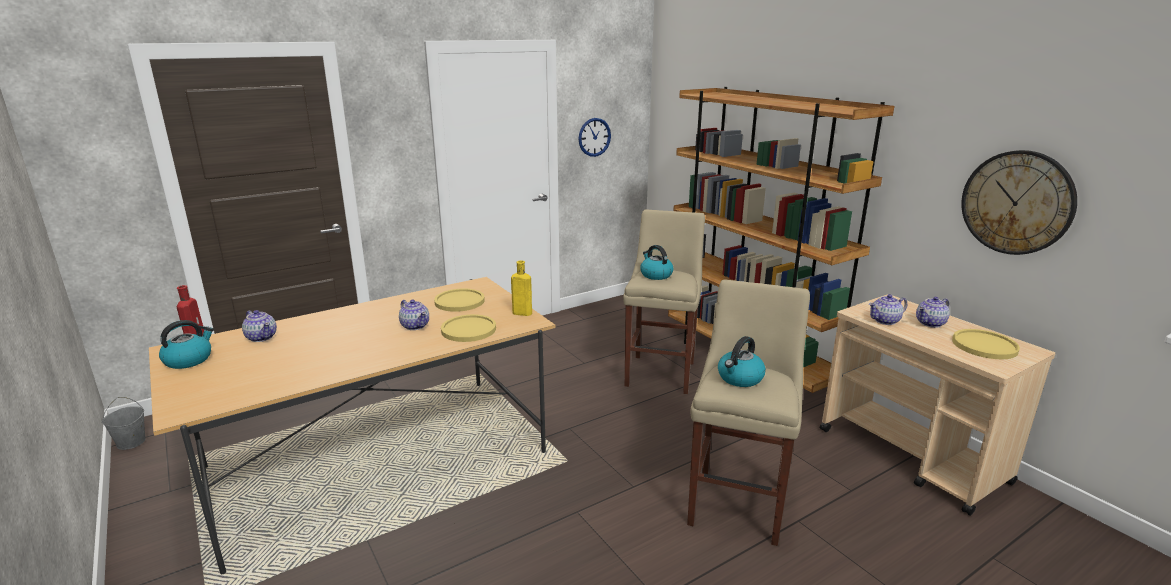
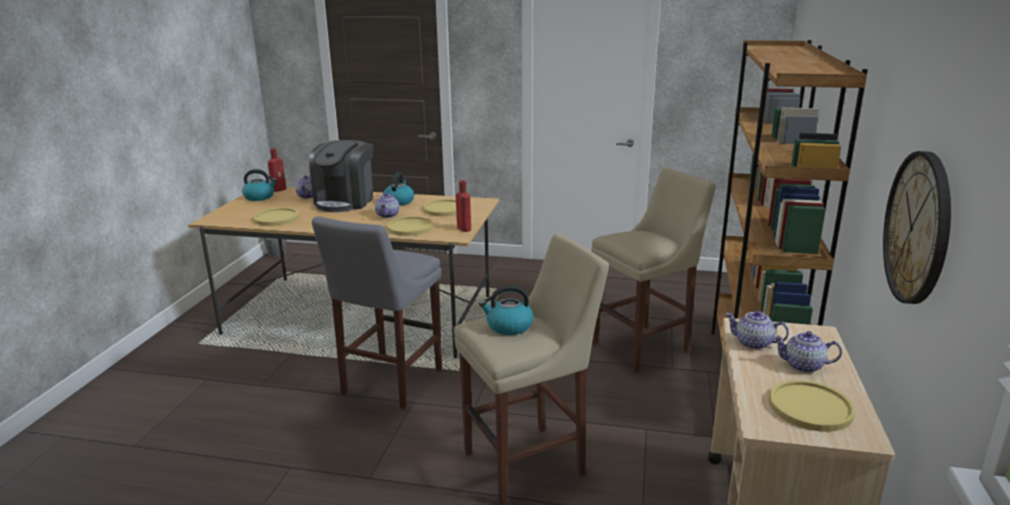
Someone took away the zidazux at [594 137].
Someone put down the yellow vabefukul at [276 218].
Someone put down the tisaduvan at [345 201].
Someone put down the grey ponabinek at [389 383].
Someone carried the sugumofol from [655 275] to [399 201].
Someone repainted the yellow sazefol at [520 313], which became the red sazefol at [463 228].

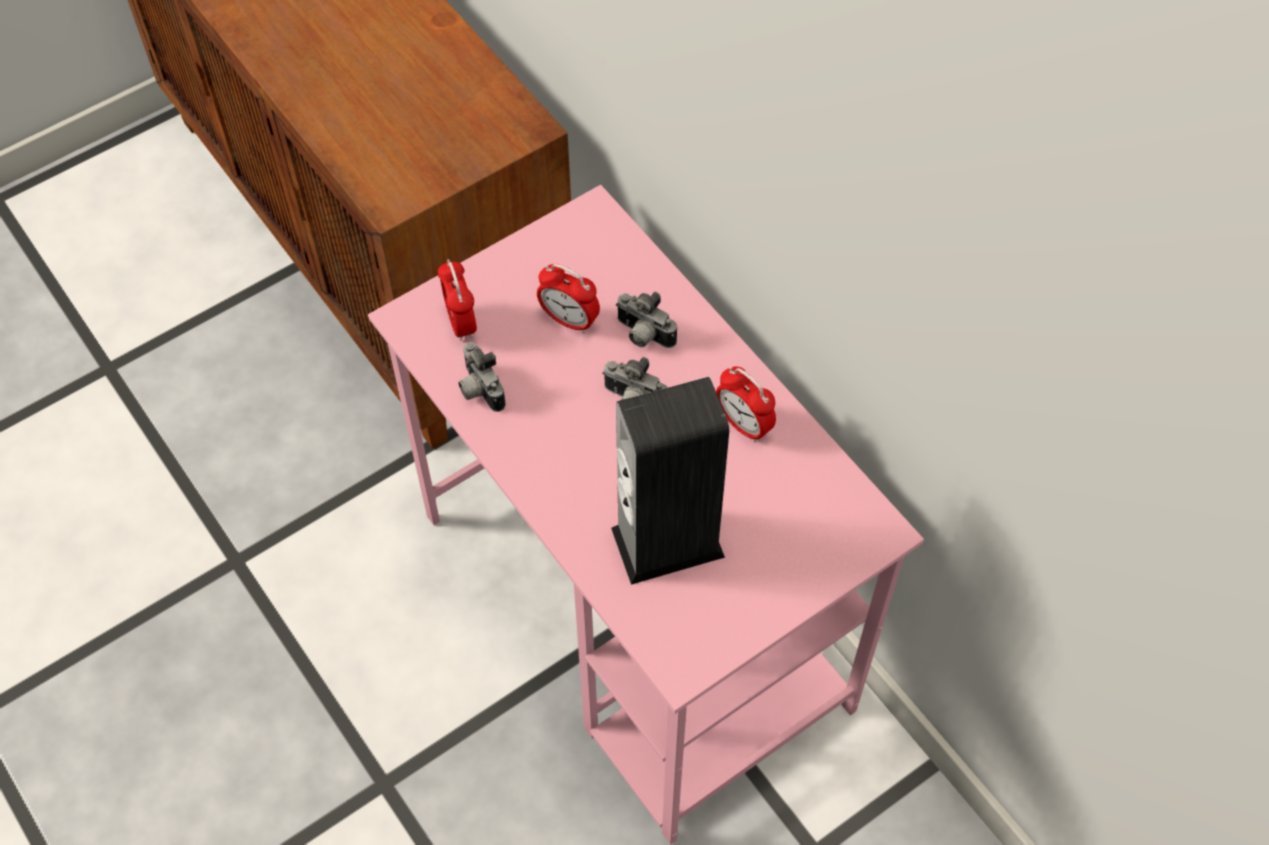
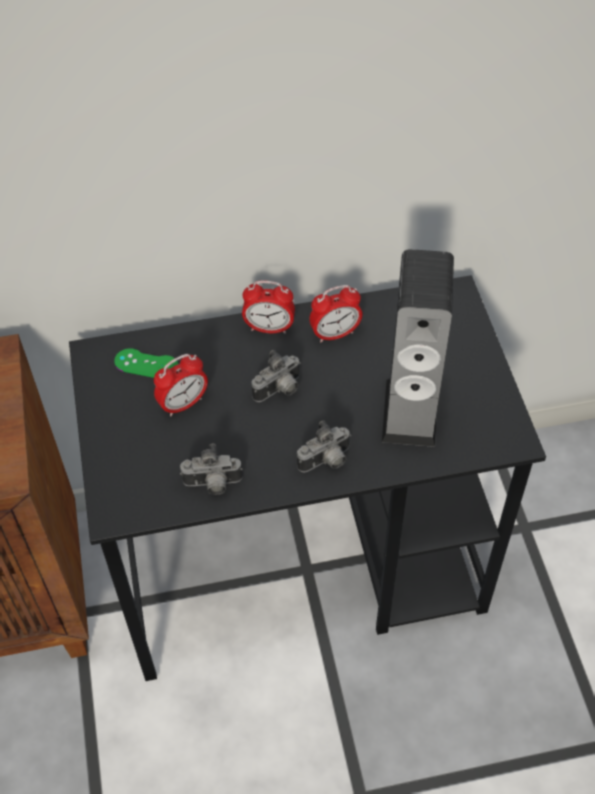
Someone put down the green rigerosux at [146 364].
Someone carried the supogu from [461 323] to [269 328].
Someone carried the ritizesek from [643 335] to [326 462].
Someone repainted the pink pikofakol at [637 613], which became the black pikofakol at [304 564].

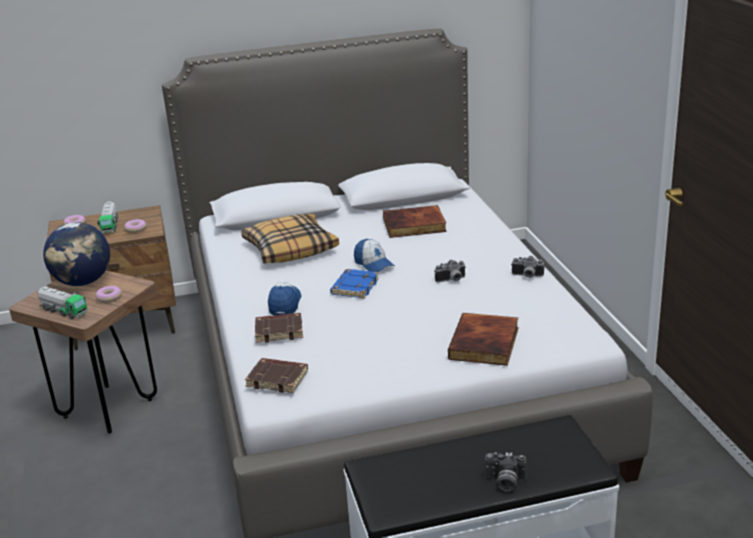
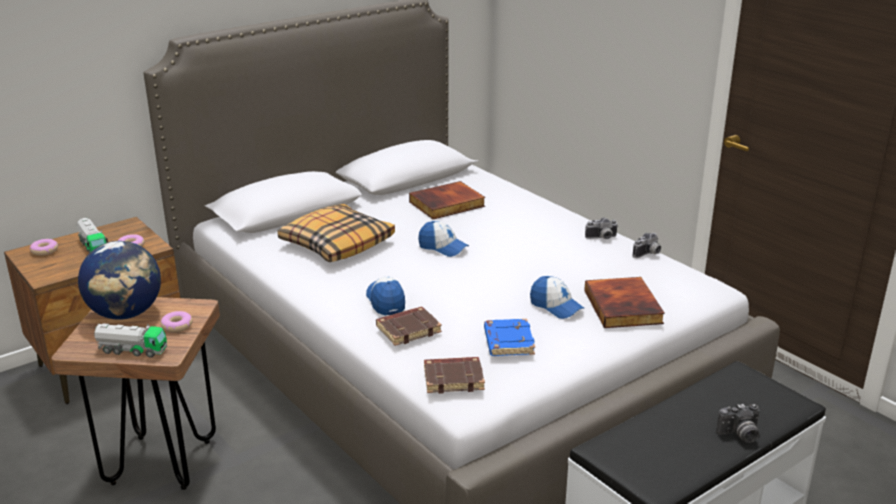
Someone put down the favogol at [556 306].
Someone carried the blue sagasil from [354 287] to [507 341].
Someone carried the ritizesek from [451 280] to [648 254].

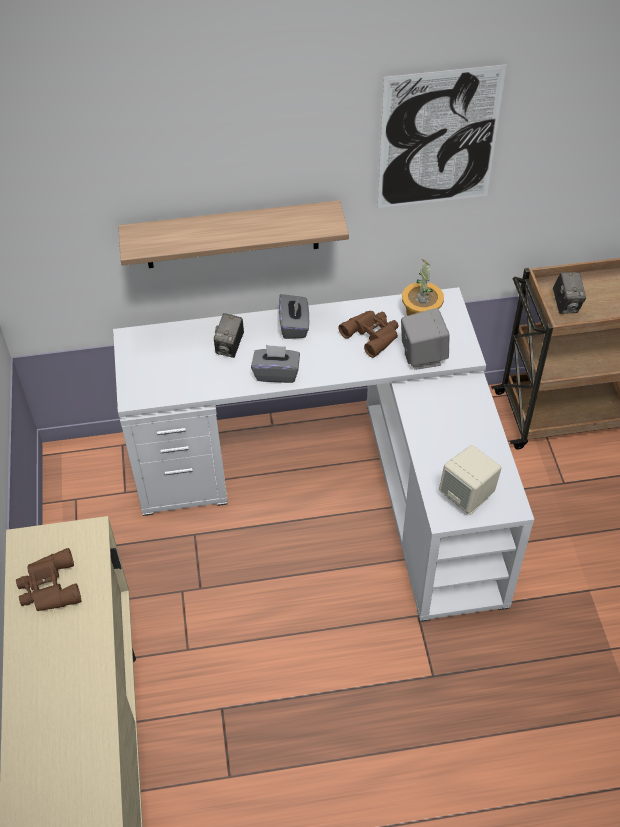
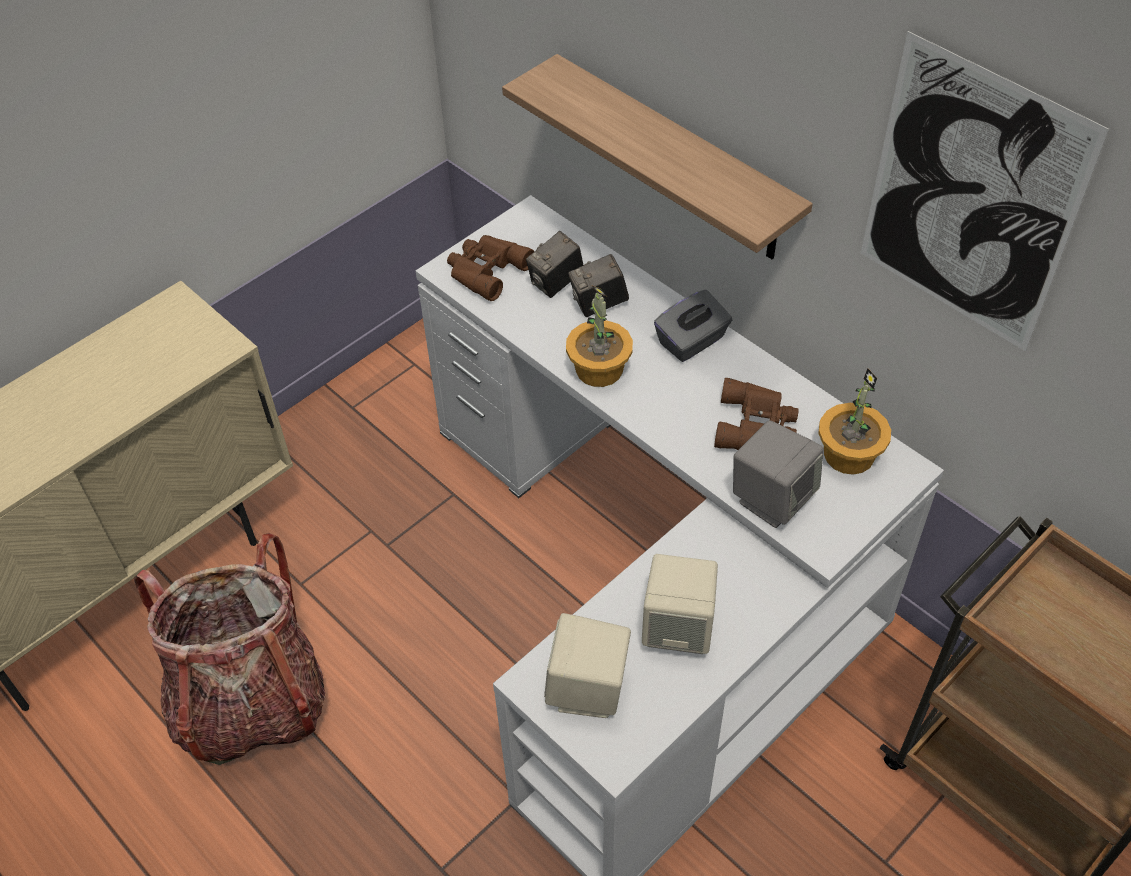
Someone put down the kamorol at [251 702].
Someone put down the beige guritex at [678 628].
Someone carried the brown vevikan from [48 587] to [485 270].
Someone carried the ritizesek from [566 304] to [556 283].
Someone swapped the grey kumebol at [276 373] for the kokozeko at [598 369].

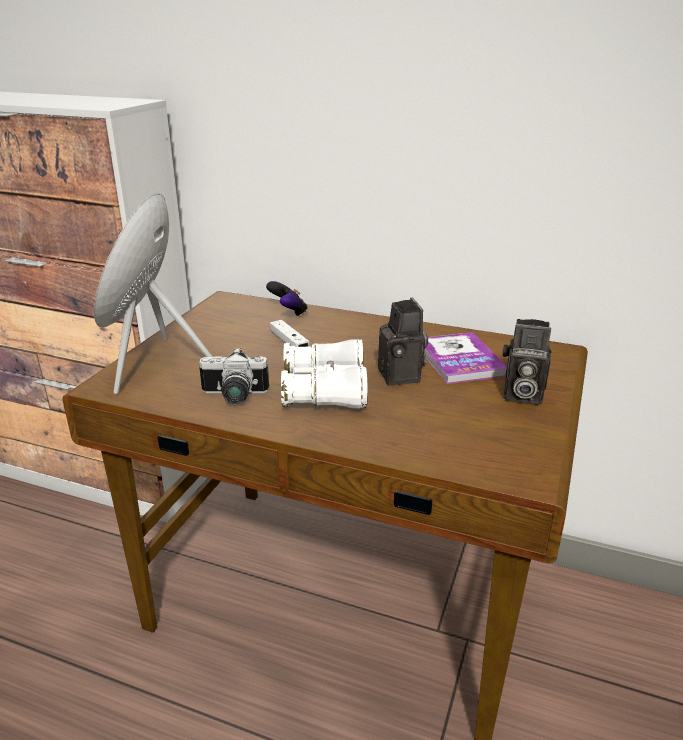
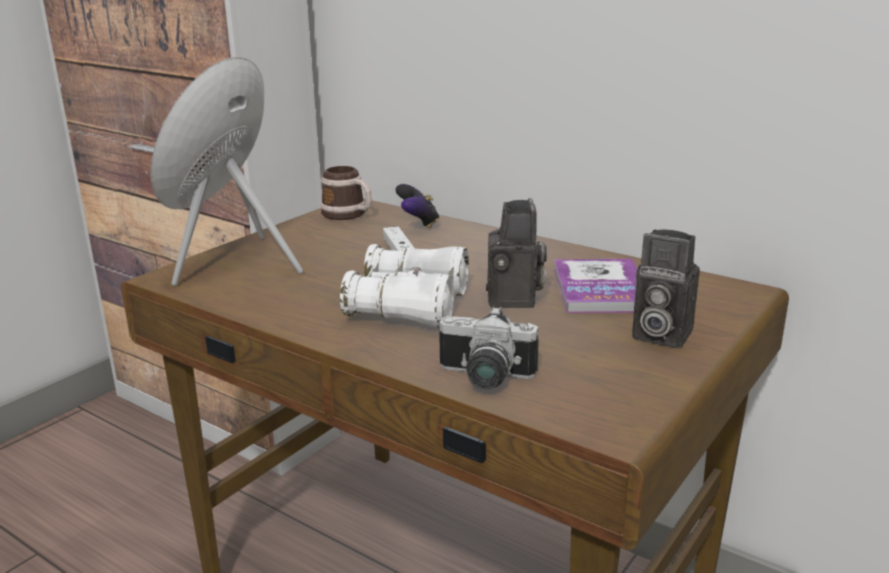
Someone put down the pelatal at [348 215].
Someone carried the ritizesek from [233 396] to [483 378].

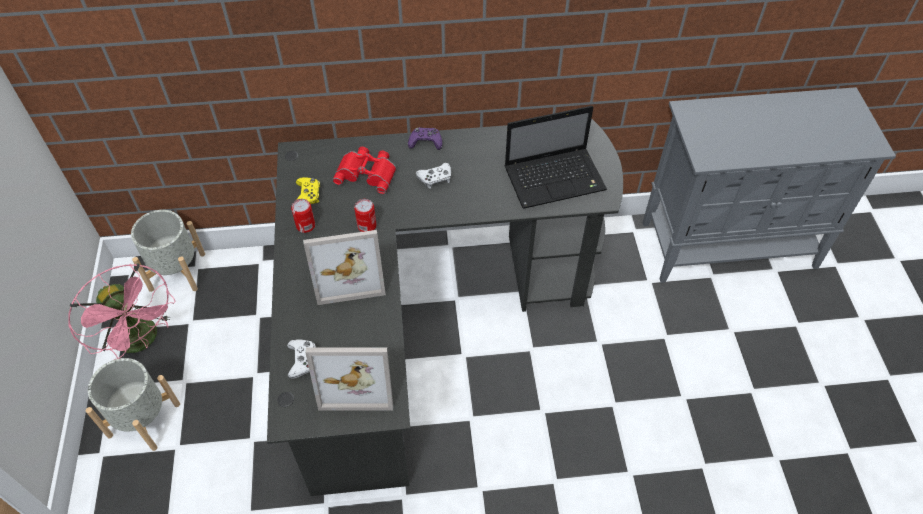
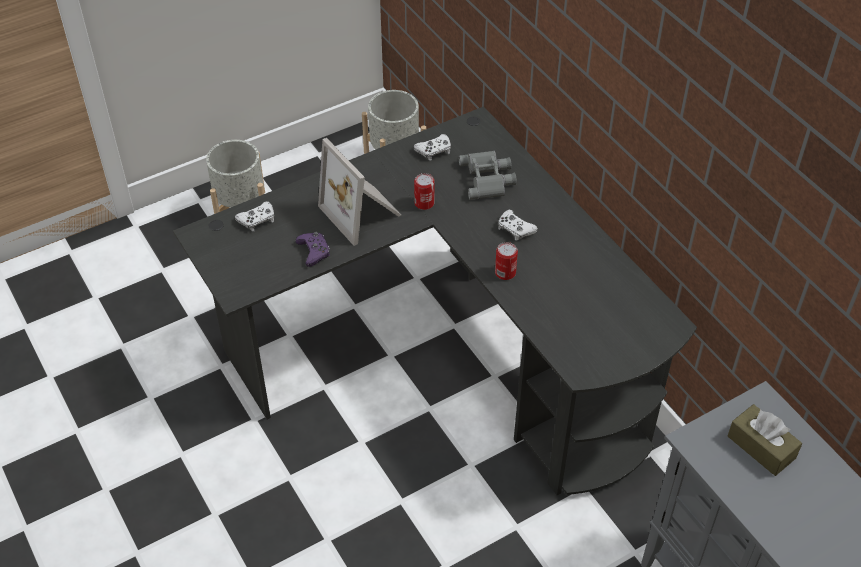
Someone took away the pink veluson at [143 341].
Someone took away the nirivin at [358 378].
Someone took away the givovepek at [556 178].
Someone put down the brown kumebol at [761 447].
Someone carried the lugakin from [305 225] to [505 272].
Someone carried the purple rigerosux from [425 142] to [314 251].
Someone repainted the yellow rigerosux at [308 195], which became the white rigerosux at [434 150].
Someone repainted the red vevikan at [367 172], which became the grey vevikan at [488 178].

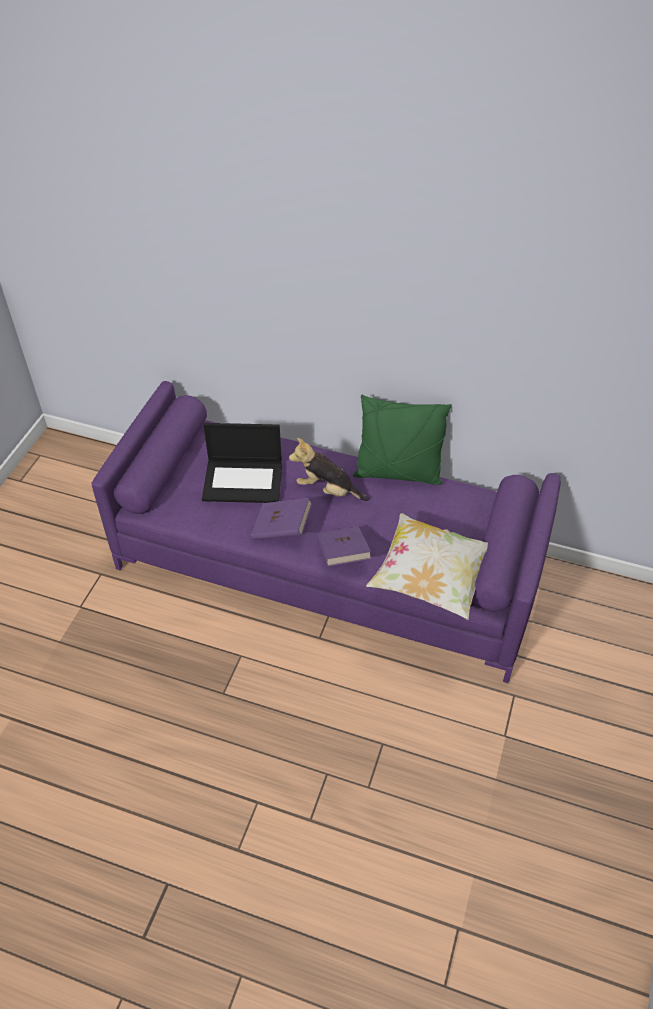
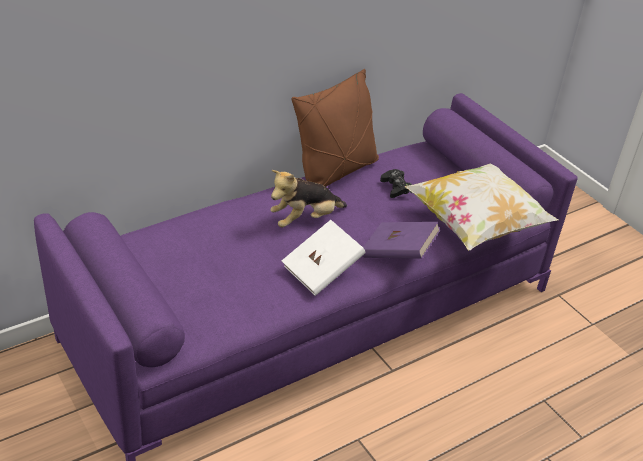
Someone took away the givovepek at [244 481].
Someone put down the black rigerosux at [395 187].
Someone repainted the purple sagasil at [282 529], which became the white sagasil at [322 271].
Someone repainted the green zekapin at [398 473], which became the brown zekapin at [335 173].

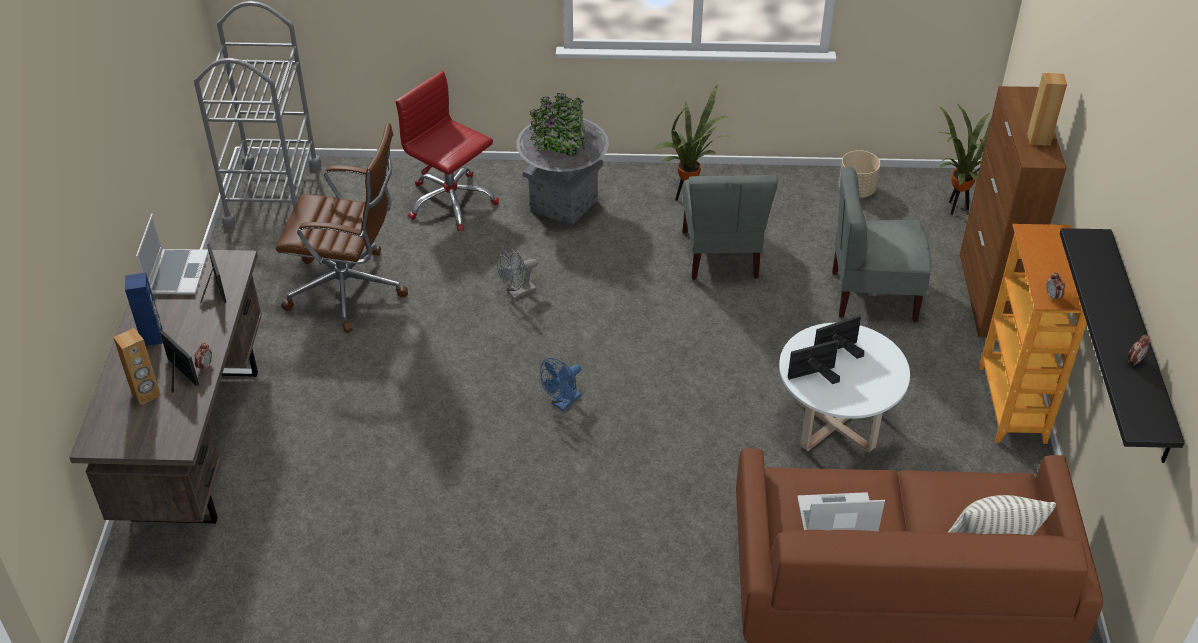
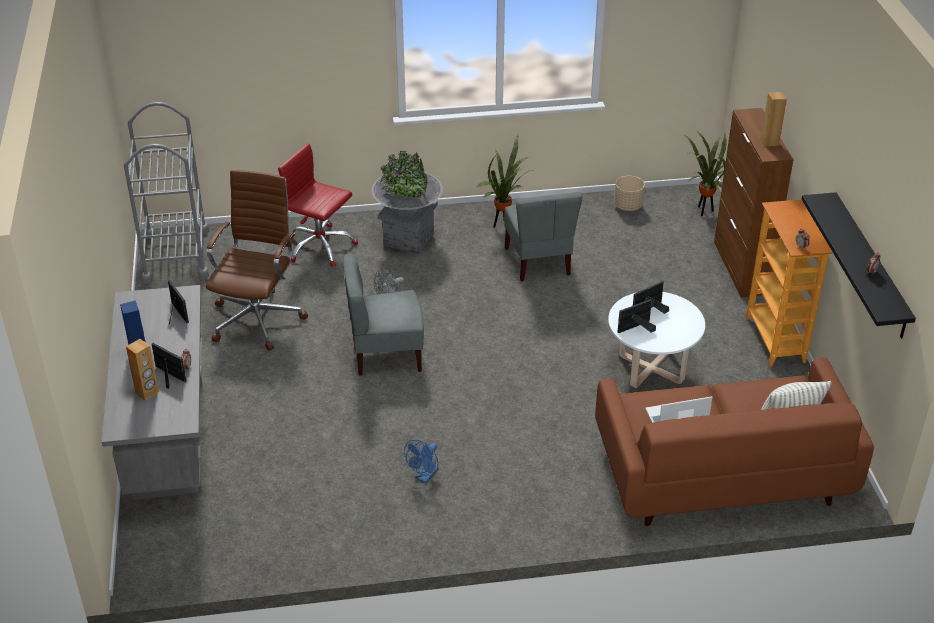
Someone took away the givovepek at [177 273].
Someone carried the blue veluson from [563 403] to [424 477].
Someone carried the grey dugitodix from [873 295] to [386 355].
Someone repainted the brown pikofakol at [196 441], which became the grey pikofakol at [168 438].
Someone rotated the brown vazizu at [350 290] by 75 degrees counterclockwise.

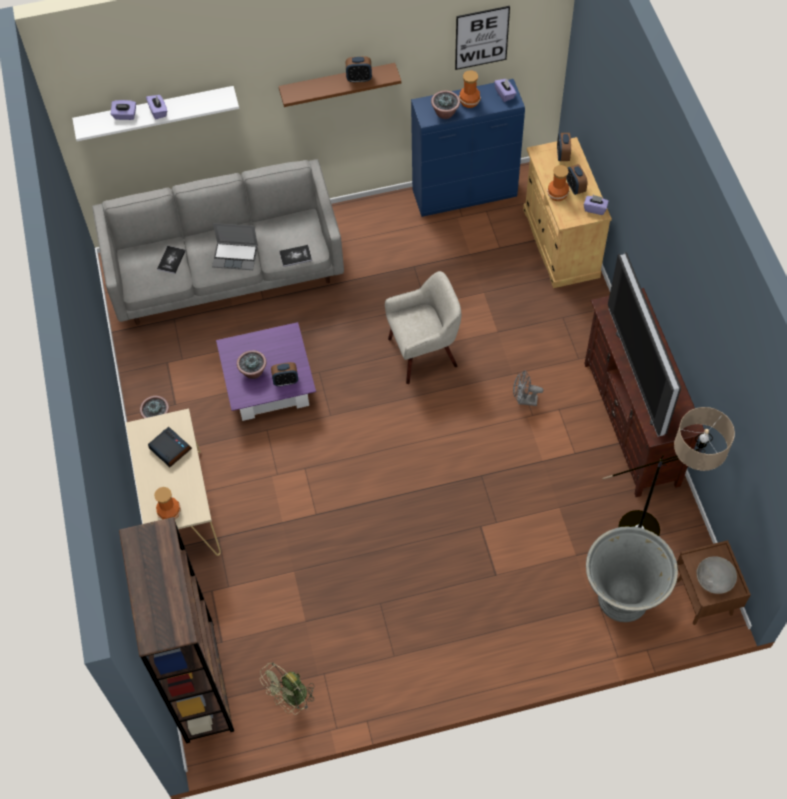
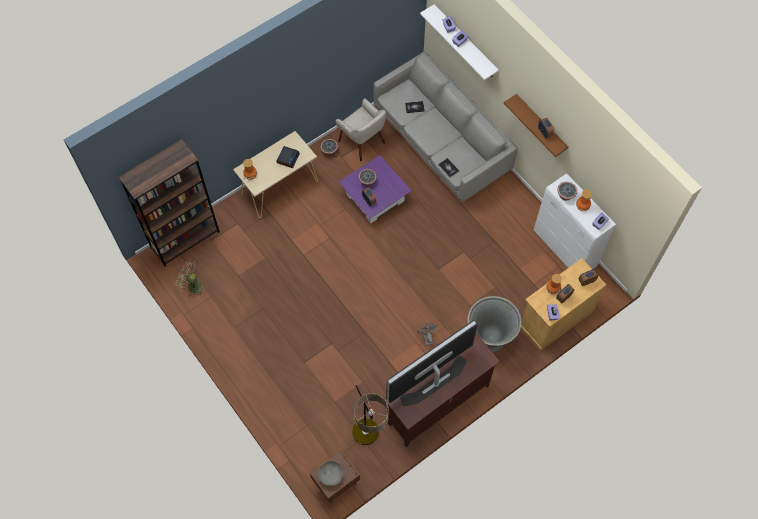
Someone took away the givovepek at [236 256].
Someone took away the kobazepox at [481 37].
Someone carried the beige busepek from [423 353] to [362 142].
Someone carried the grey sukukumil from [621 598] to [489 338].
Someone repainted the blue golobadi at [465 194], which became the white golobadi at [565 249].

